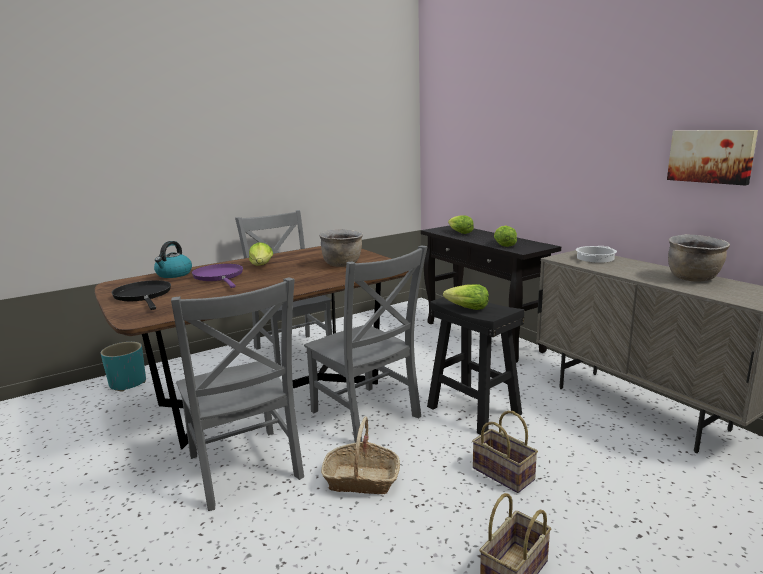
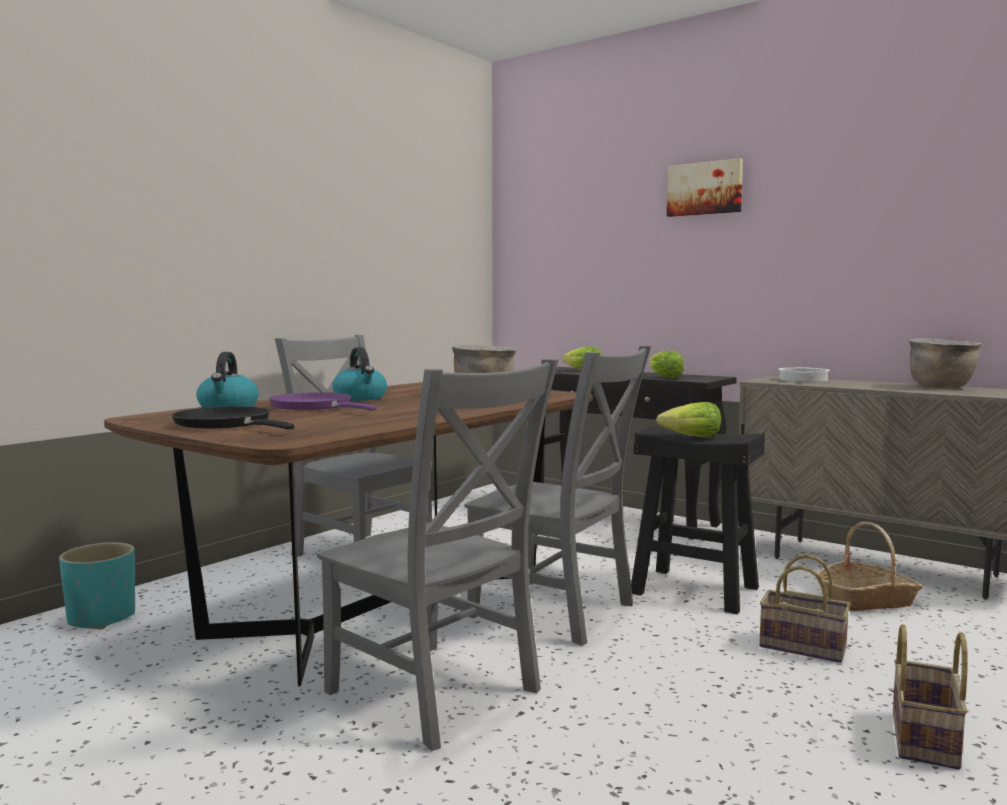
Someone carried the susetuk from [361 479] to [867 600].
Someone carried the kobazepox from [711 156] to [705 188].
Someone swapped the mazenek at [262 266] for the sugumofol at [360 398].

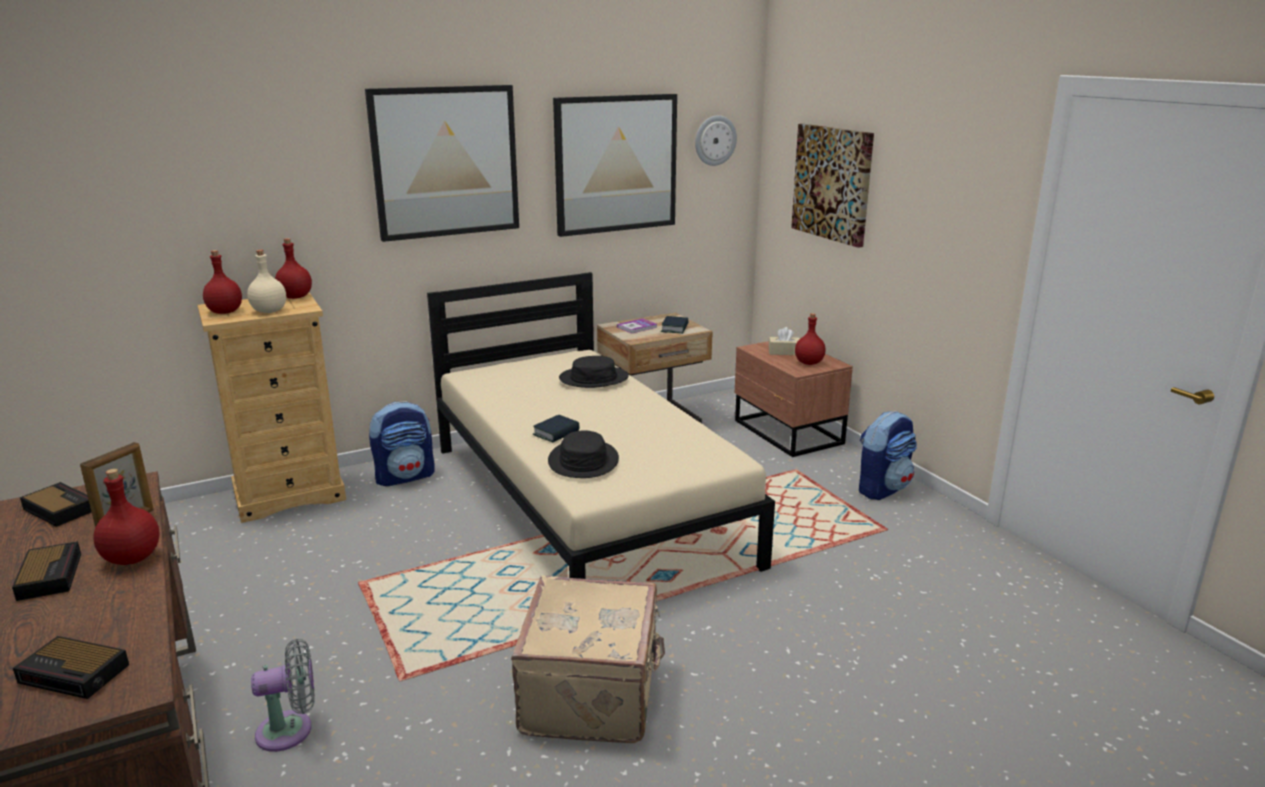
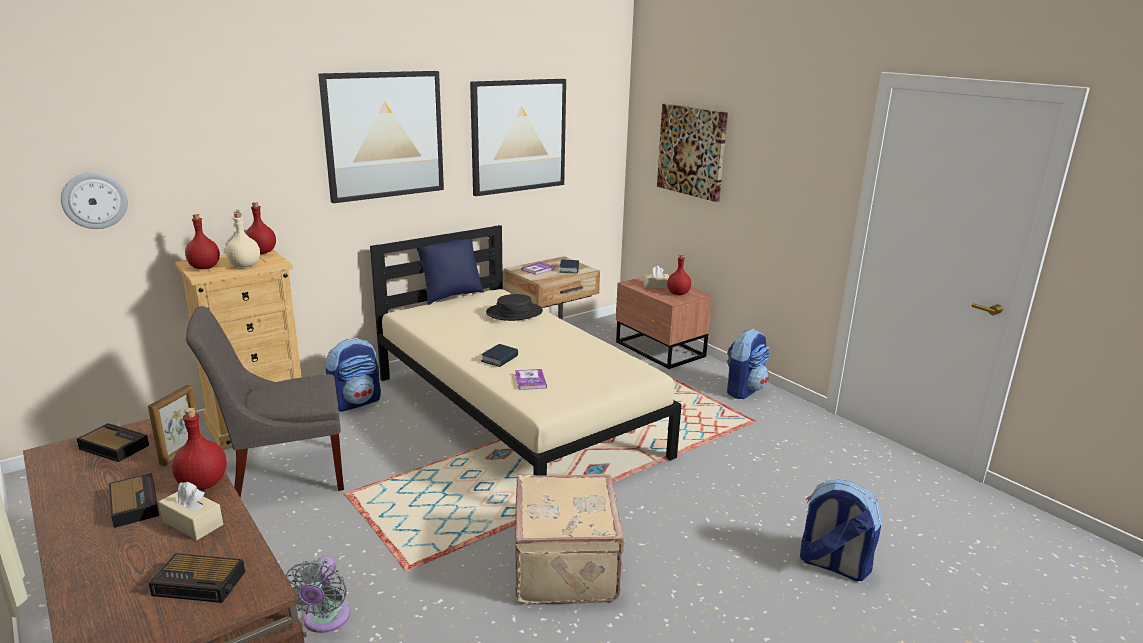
Someone put down the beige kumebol at [193 523].
Someone put down the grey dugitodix at [282 475].
Someone put down the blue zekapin at [450 296].
Someone put down the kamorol at [832 565].
Someone carried the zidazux from [715 140] to [94 200].
Someone swapped the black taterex at [583 461] for the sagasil at [530 380].
Someone rotated the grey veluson at [290 730] by 120 degrees clockwise.

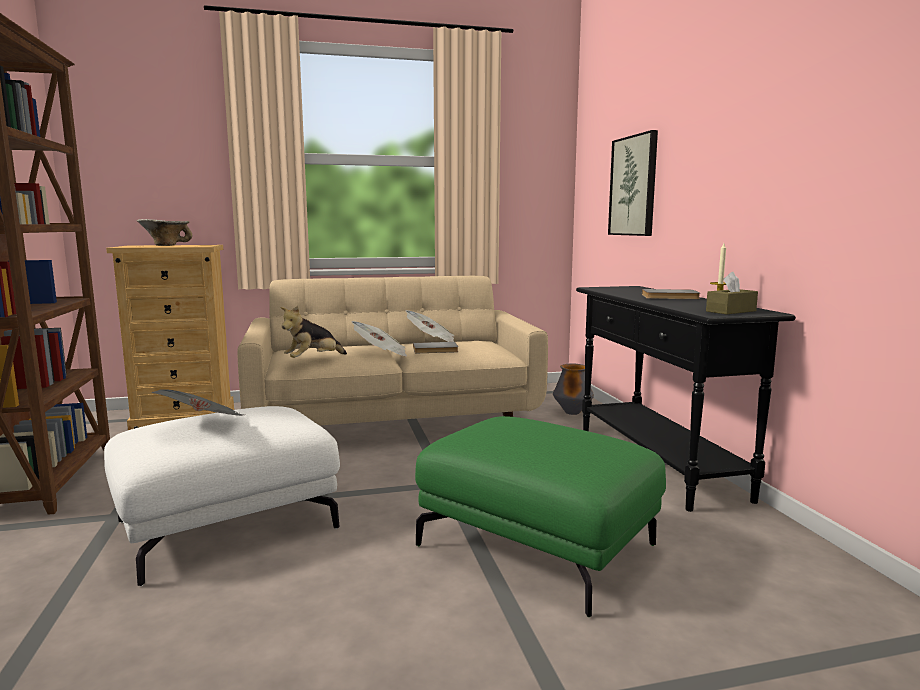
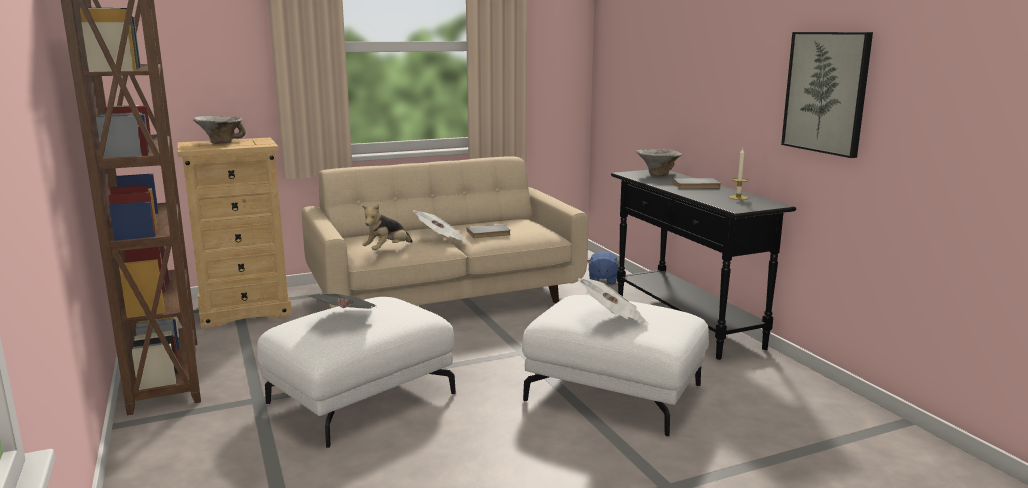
Someone took away the brown kumebol at [731 311].
Someone put down the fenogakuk at [657 174].
Someone carried the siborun from [431 340] to [613 318].
Someone carried the kobazepox from [634 186] to [826 92].
Someone swapped the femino at [572 413] for the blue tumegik at [602 280].
Someone repainted the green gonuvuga at [538 544], which became the white gonuvuga at [615 392].

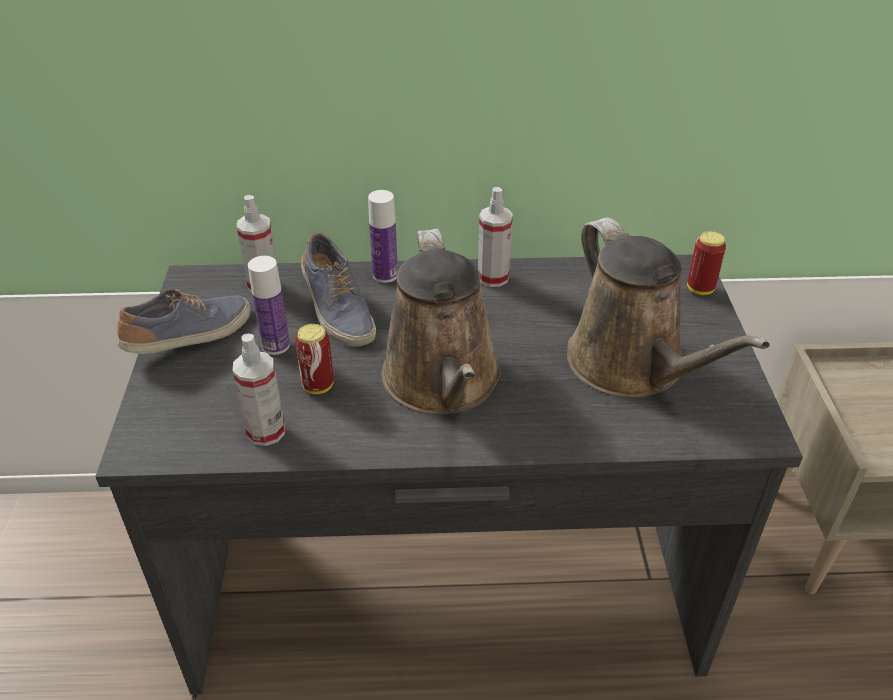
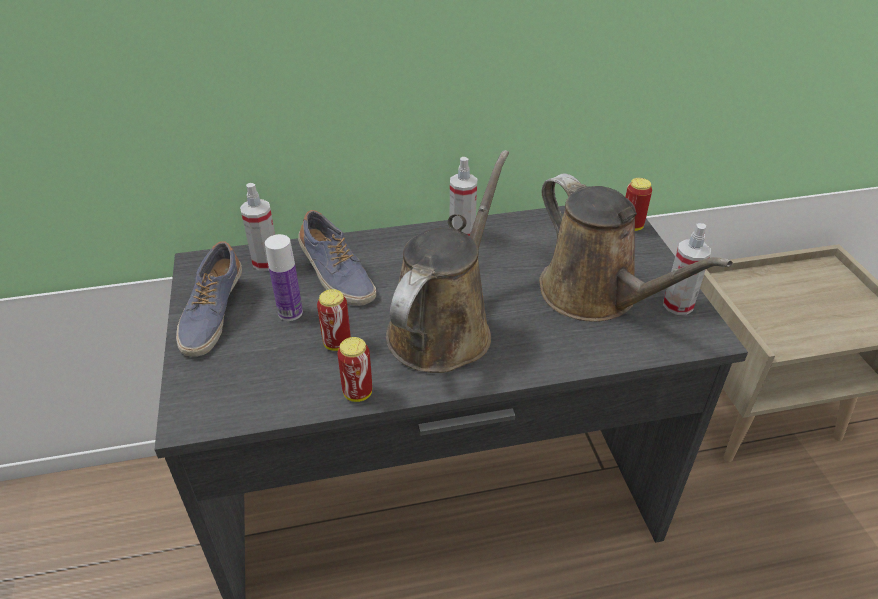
Someone took away the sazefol at [385 275].
Someone put down the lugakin at [357 393].
Someone carried the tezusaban from [266 431] to [678 305].
Someone rotated the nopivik at [191 337] by 150 degrees clockwise.
Someone rotated the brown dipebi at [443 383] by 135 degrees counterclockwise.

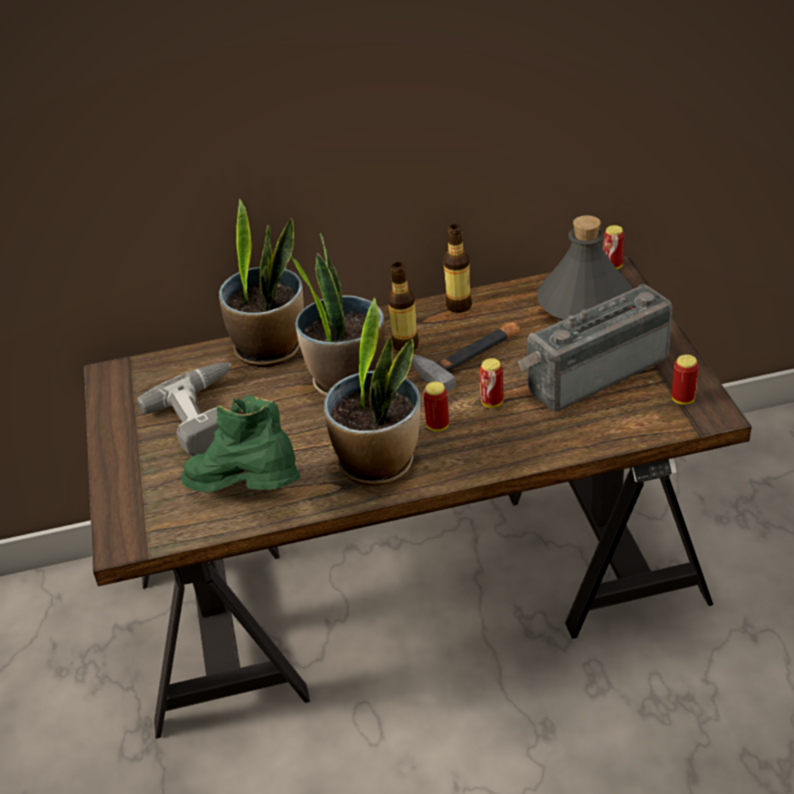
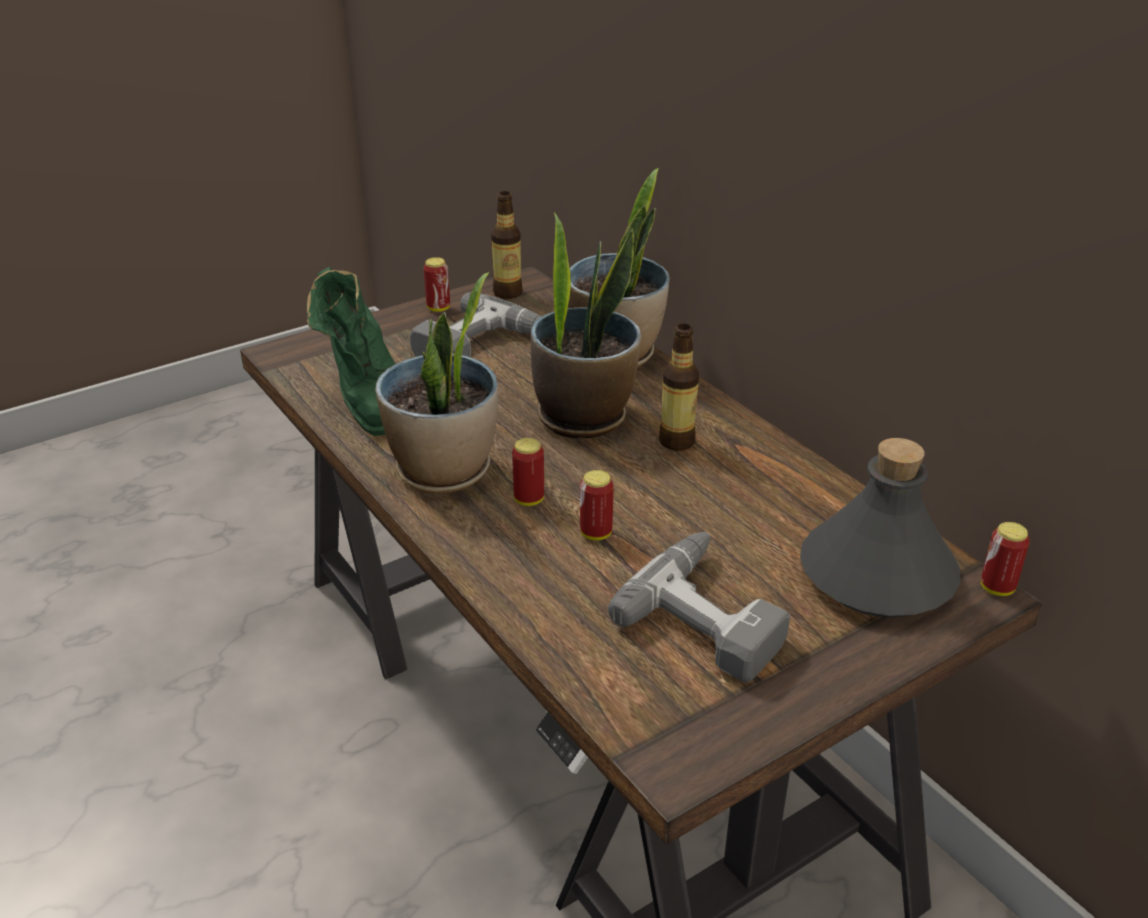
Someone took away the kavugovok at [469 355].
Someone carried the sazefol from [459 306] to [508 293].
Someone carried the lugakin from [683 399] to [438 308].
Someone swapped the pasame at [593 371] for the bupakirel at [713 614].
Someone rotated the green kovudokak at [247 493] by 150 degrees clockwise.

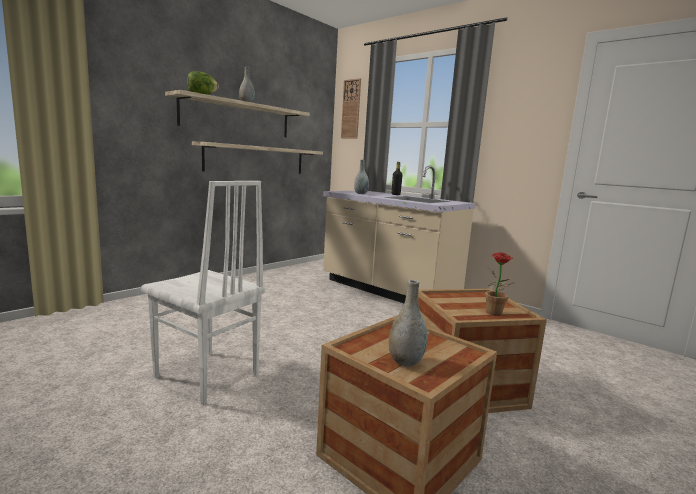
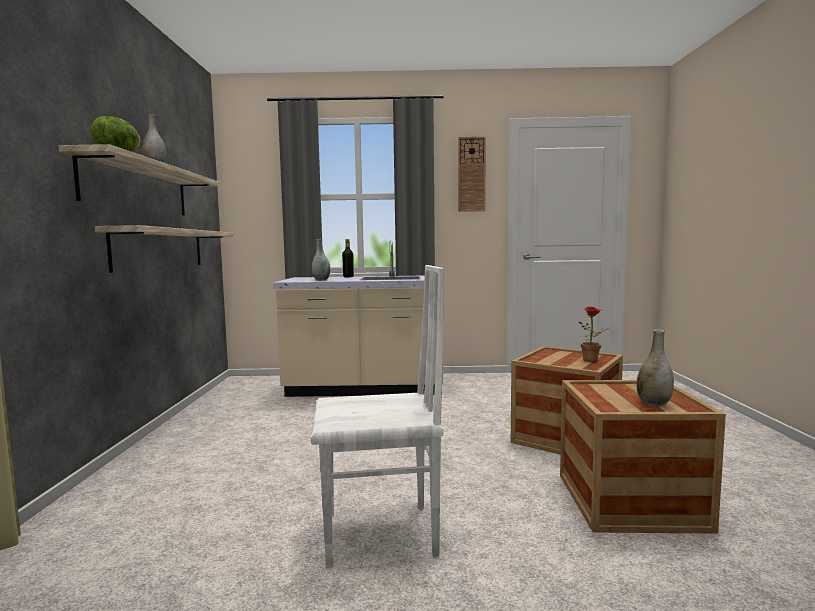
Someone carried the zidazux from [351 109] to [471 174].

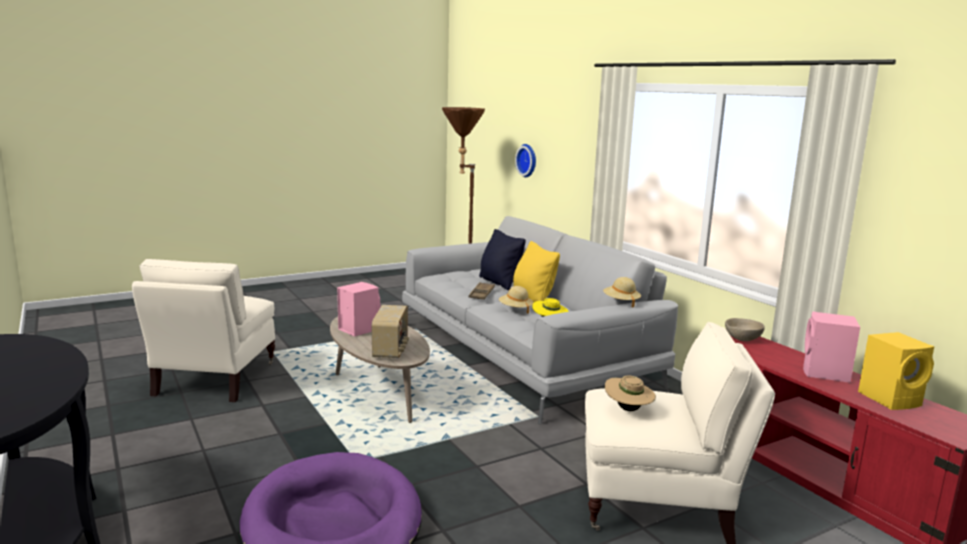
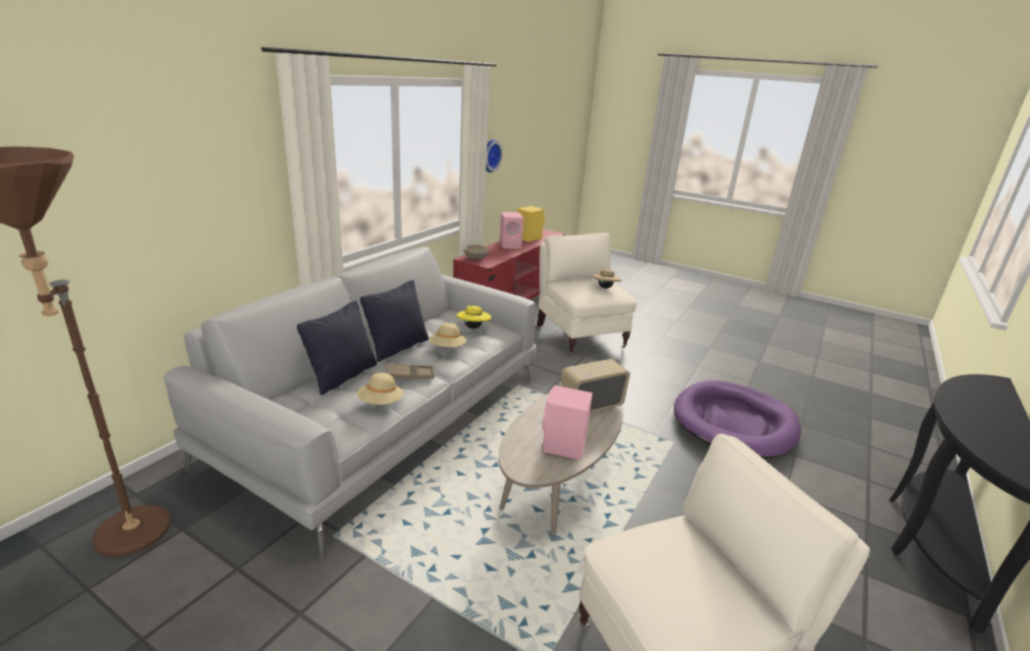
Someone carried the zidazux from [528 160] to [489 155].
Someone carried the beige taterex from [621 302] to [380 403].
Someone repainted the yellow zekapin at [533 299], which became the black zekapin at [397 347].

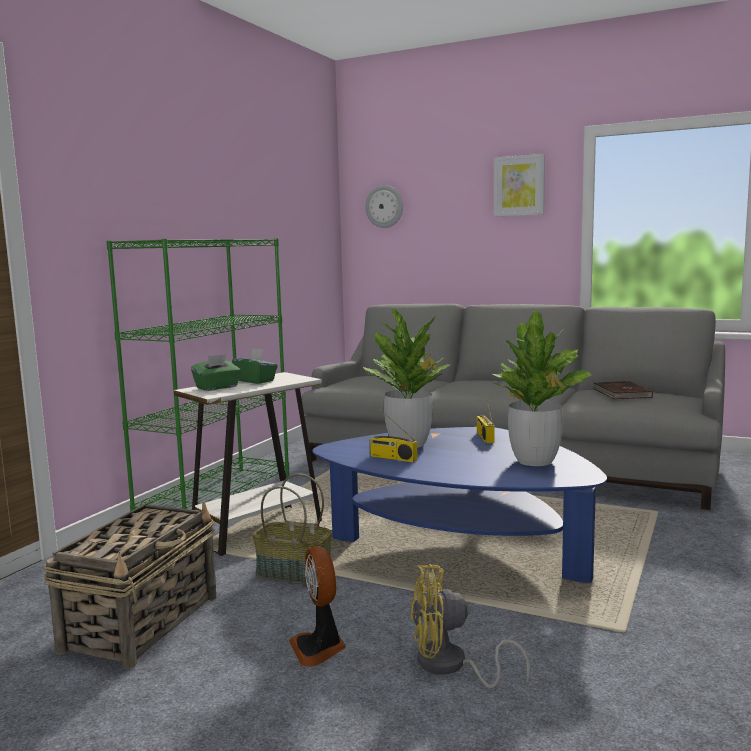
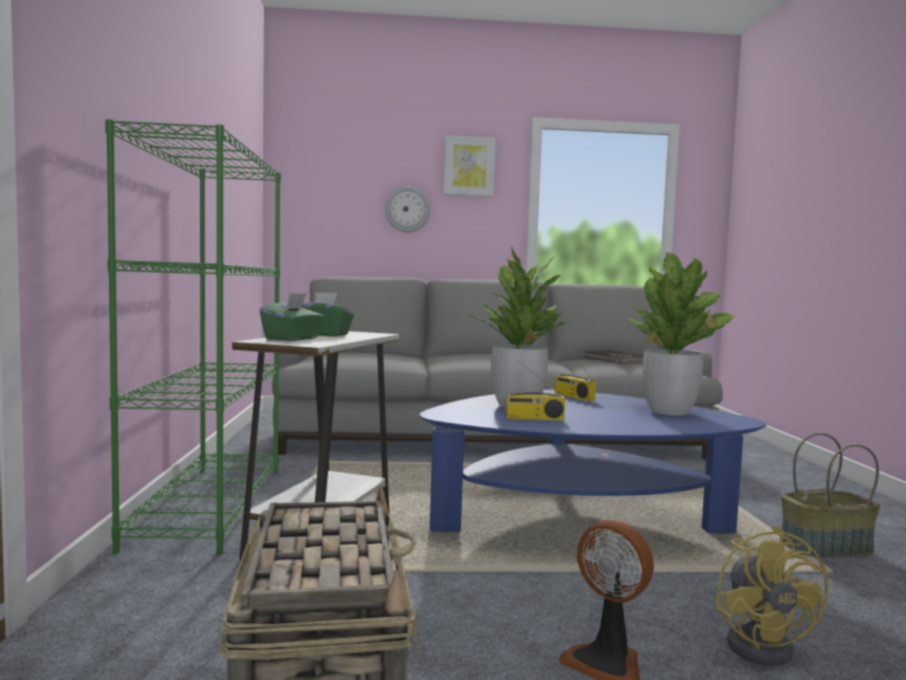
Someone carried the susetuk from [292 574] to [826 548].
Someone carried the zidazux from [384 206] to [407 209].
Someone rotated the yellow veluson at [450 666] by 60 degrees counterclockwise.

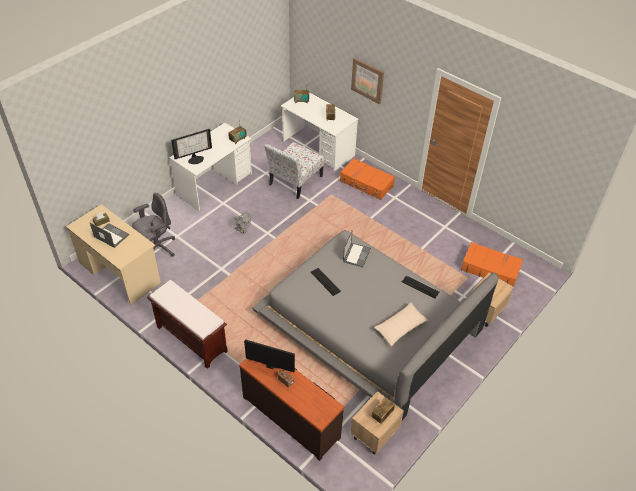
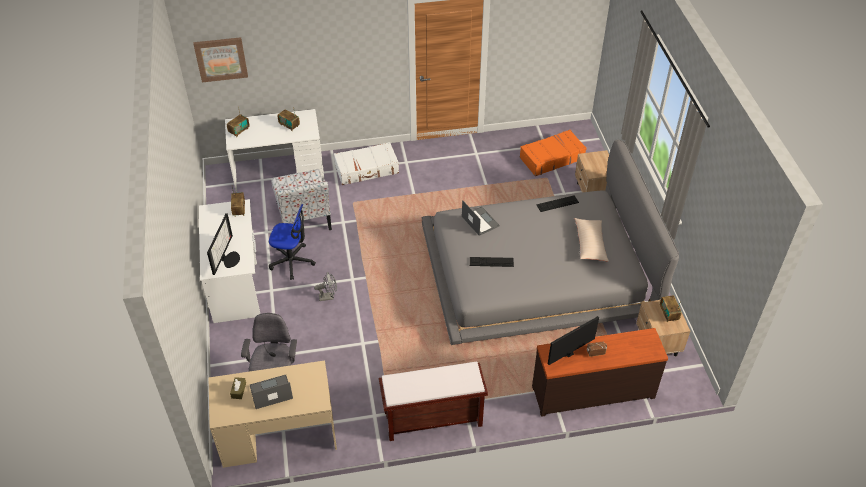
Someone put down the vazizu at [292 261].
Someone carried the kobazepox from [368 80] to [221 59].
Someone repainted the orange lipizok at [366 183], which became the white lipizok at [367 169].

